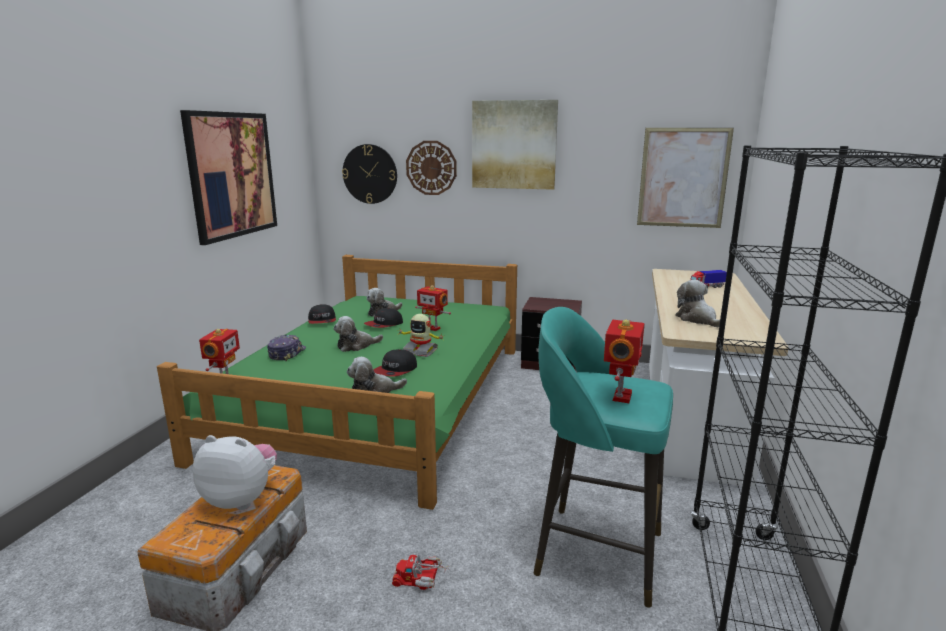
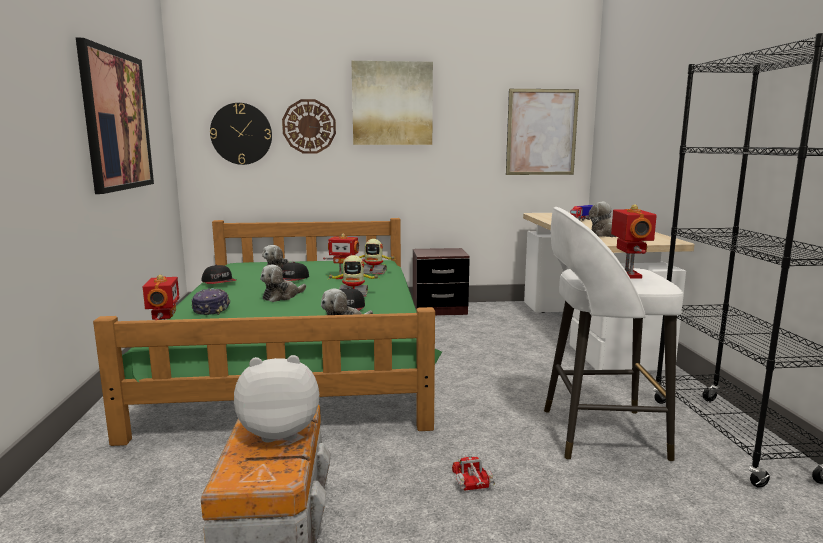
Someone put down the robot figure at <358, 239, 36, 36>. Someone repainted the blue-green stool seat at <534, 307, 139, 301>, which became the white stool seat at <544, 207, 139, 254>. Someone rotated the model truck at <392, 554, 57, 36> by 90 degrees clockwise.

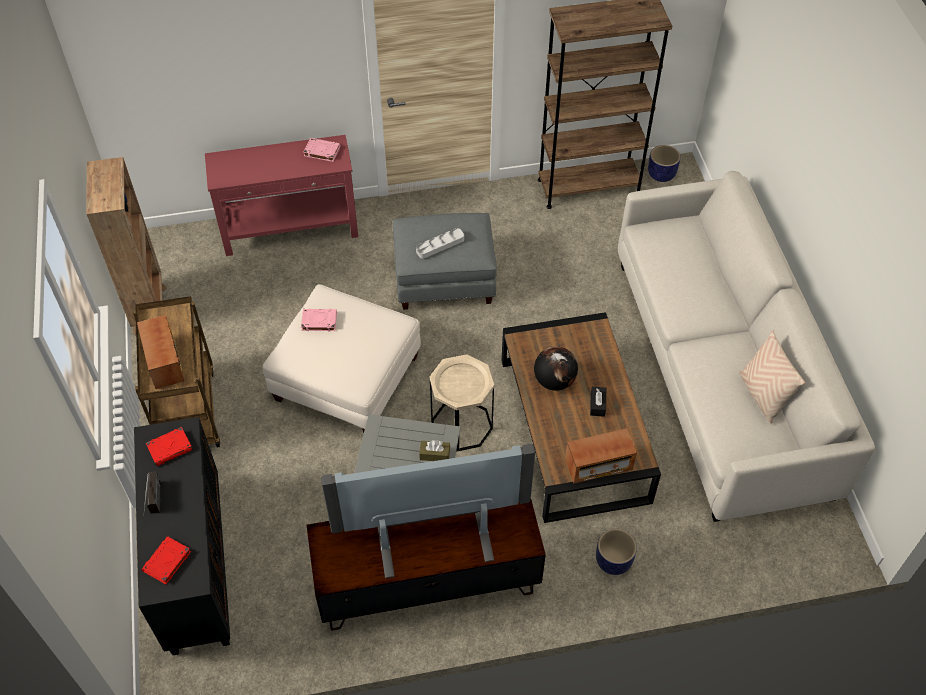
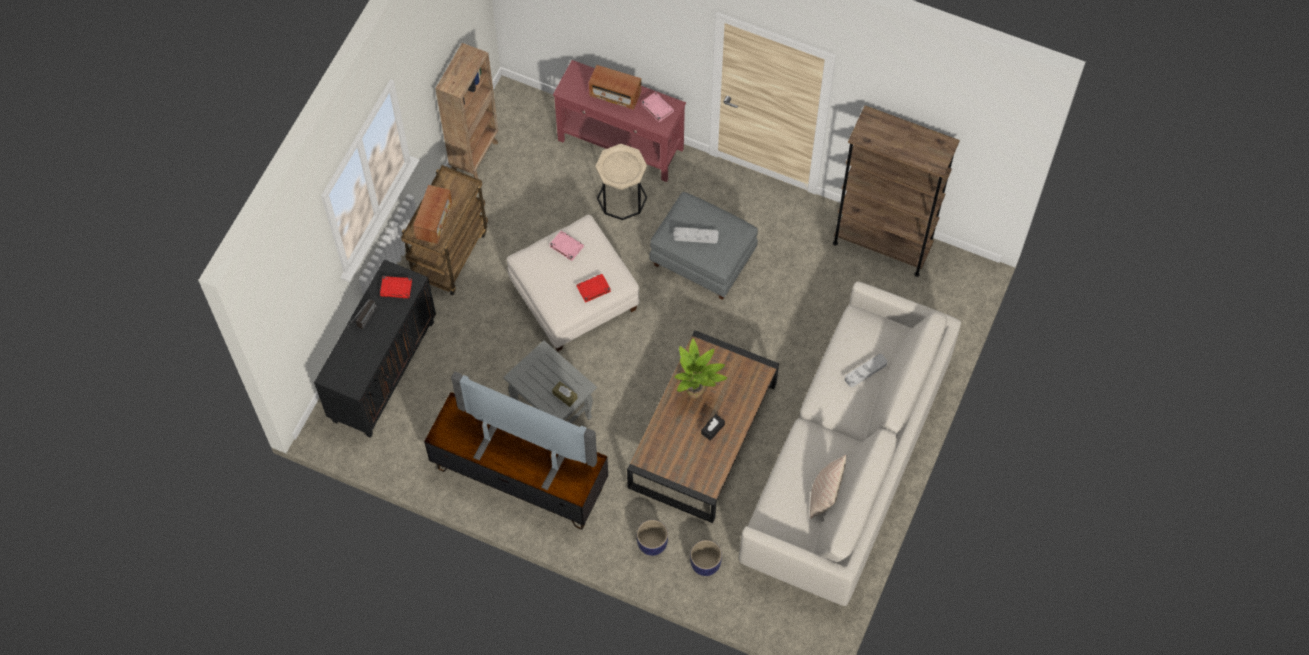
Someone put down the greyish carrying tray at <845, 354, 42, 33>. Someone carried the reddish book from <141, 536, 50, 48> to <577, 274, 34, 29>. Someone carried the beige-coloured accent table from <430, 354, 64, 97> to <595, 144, 52, 76>. Someone carried the radio set from <565, 428, 72, 56> to <589, 65, 52, 45>. Someone carried the plant pot from <648, 145, 32, 37> to <690, 540, 32, 36>. Someone swapped the desk globe at <534, 346, 44, 45> for the houseplant at <674, 339, 53, 59>.

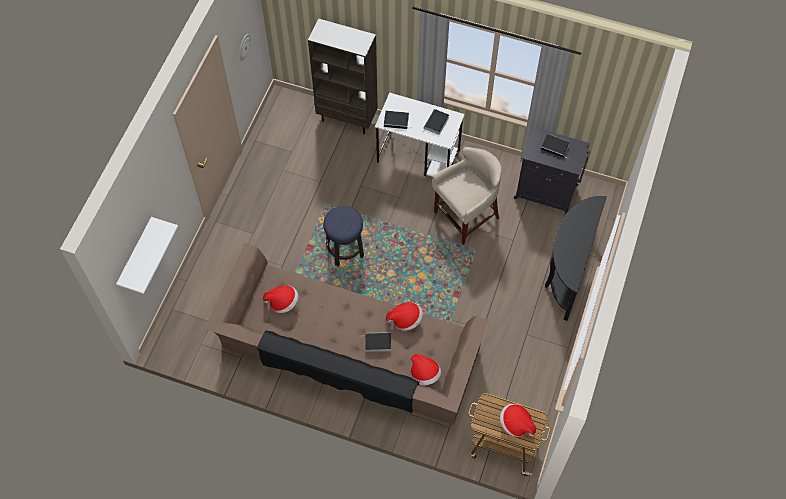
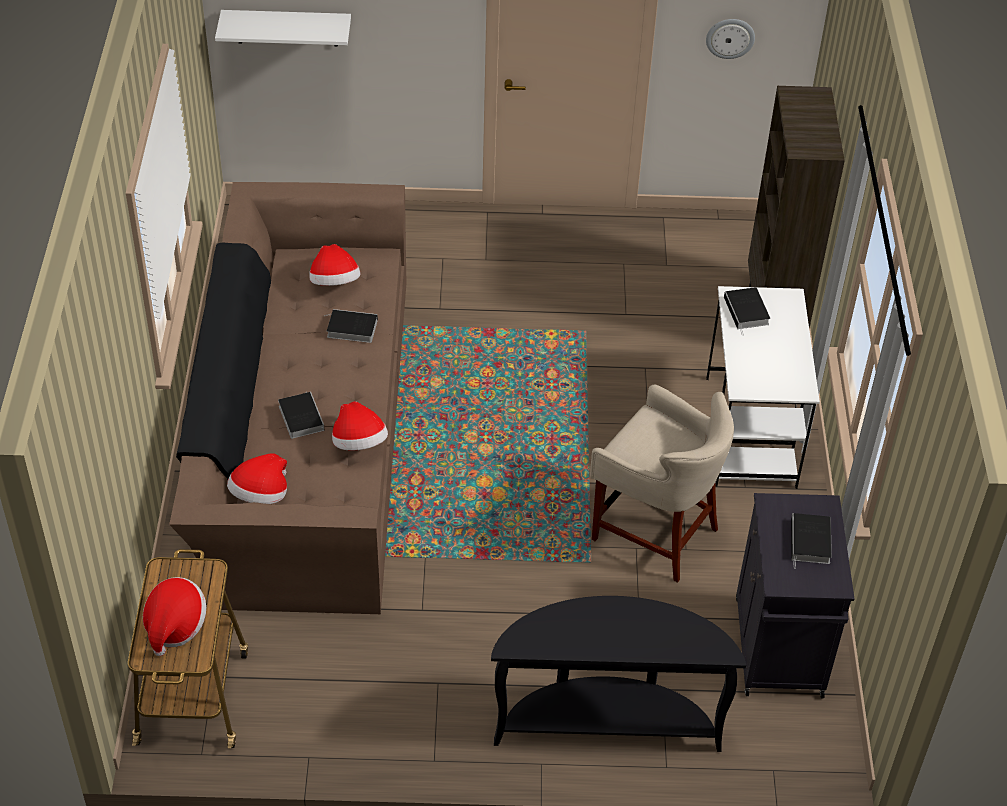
Someone took away the stool seat at <323, 206, 41, 60>. Someone carried the book from <423, 109, 26, 26> to <324, 309, 54, 34>.

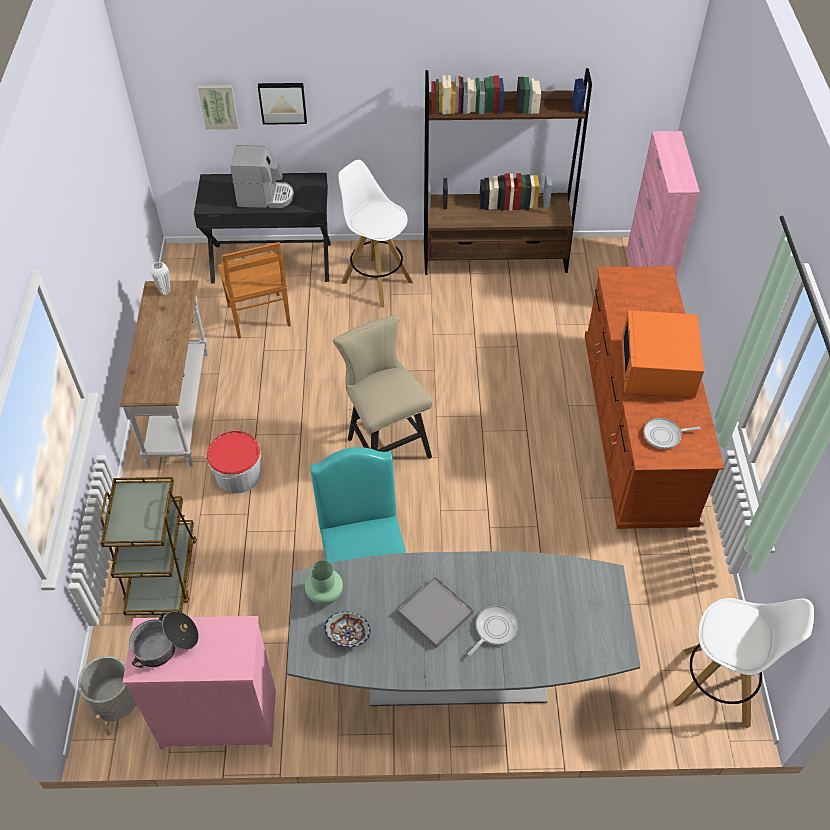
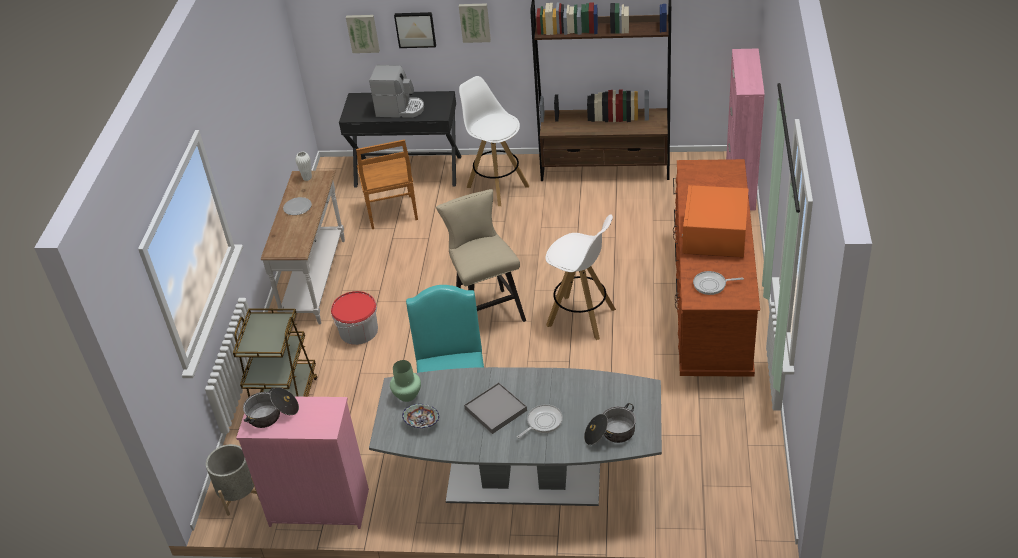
Someone put down the plate at <283, 197, 29, 18>. Someone put up the wall picture at <459, 3, 32, 40>. Someone put down the saucepot at <584, 403, 52, 42>. Someone carried the white stool seat from <673, 598, 141, 131> to <545, 215, 71, 125>.

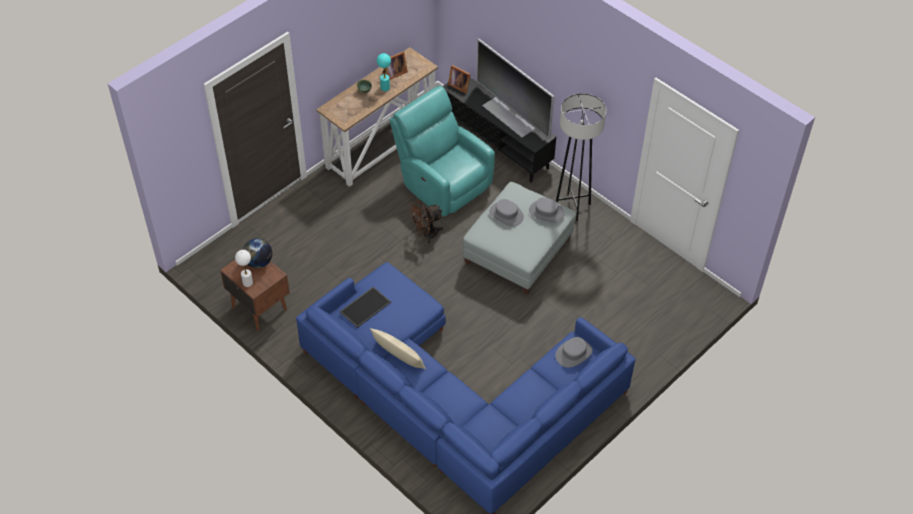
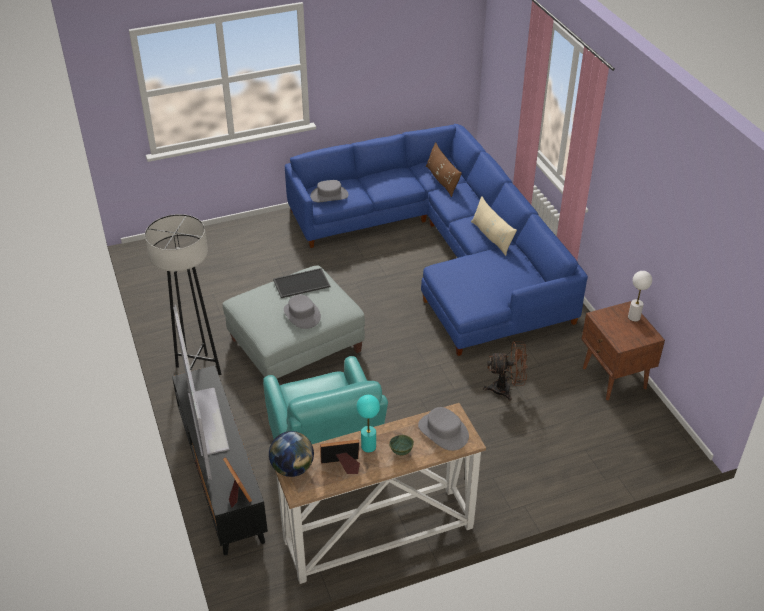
Someone put down the brownish pillow at <426, 142, 36, 55>. Someone carried the desk globe from <243, 238, 29, 30> to <269, 431, 45, 46>. Someone carried the carrying tray from <339, 287, 52, 41> to <273, 268, 58, 30>. Someone carried the brownish fan from <409, 200, 34, 44> to <483, 341, 45, 60>. Someone carried the greyish wearable hat from <529, 197, 36, 26> to <418, 407, 51, 44>.

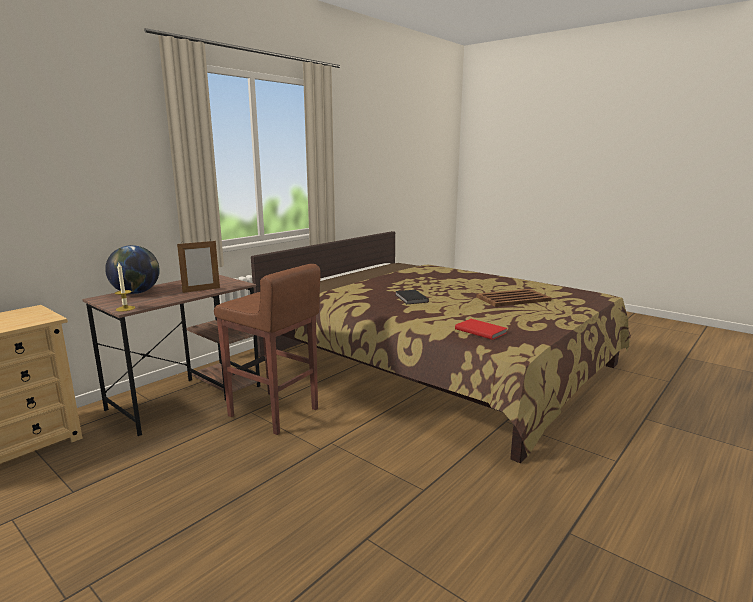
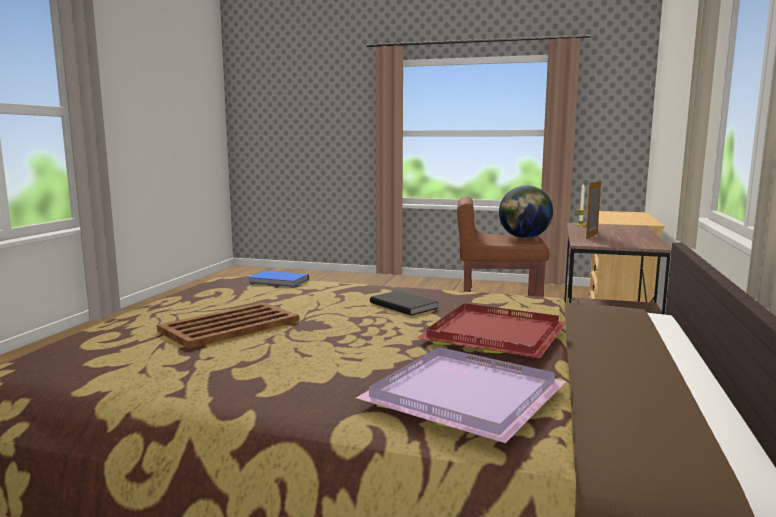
Someone put down the purple carrying tray at <356, 347, 210, 96>. Someone put down the reddish carrying tray at <417, 303, 150, 55>. Someone carried the desk globe from <105, 245, 55, 49> to <499, 185, 54, 53>. Someone repainted the reddish book at <455, 319, 52, 21>, which became the blue-coloured book at <249, 271, 60, 16>.

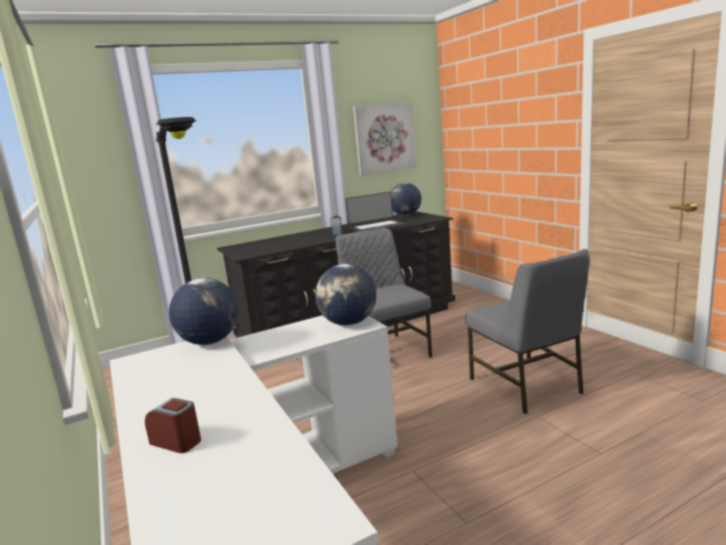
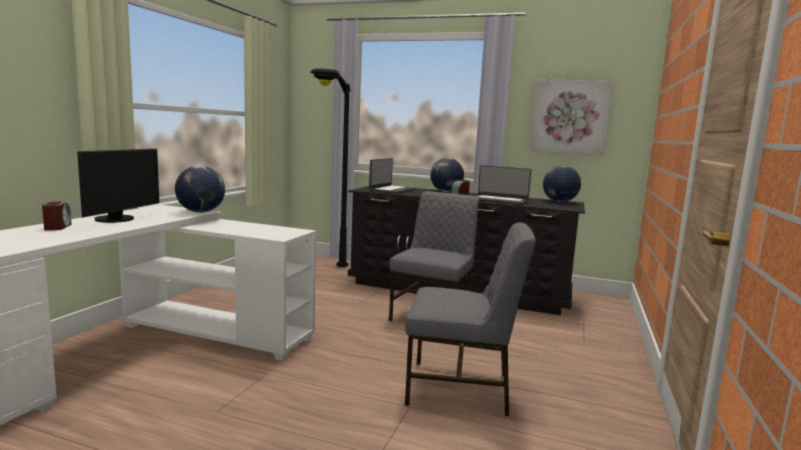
Someone put down the computer display at <77, 149, 82, 74>. Someone put down the notebook computer at <369, 158, 47, 36>. Someone carried the desk globe from <315, 264, 61, 62> to <430, 158, 34, 34>. Someone rotated the greyish chair at <465, 249, 125, 165> by 105 degrees counterclockwise.

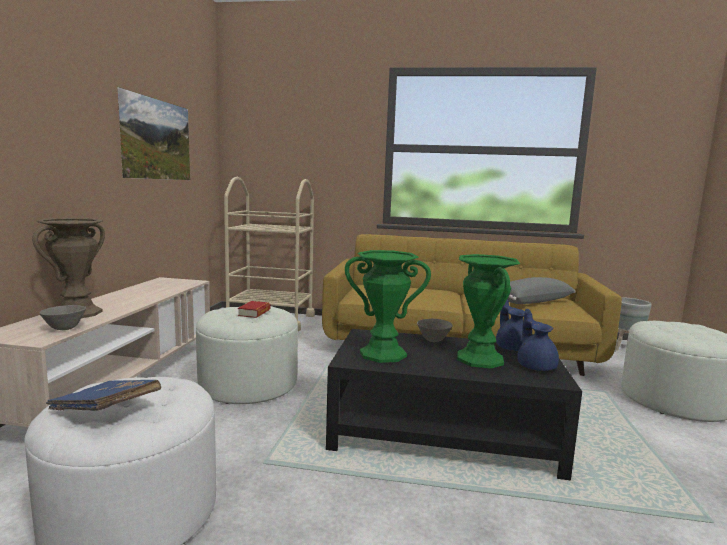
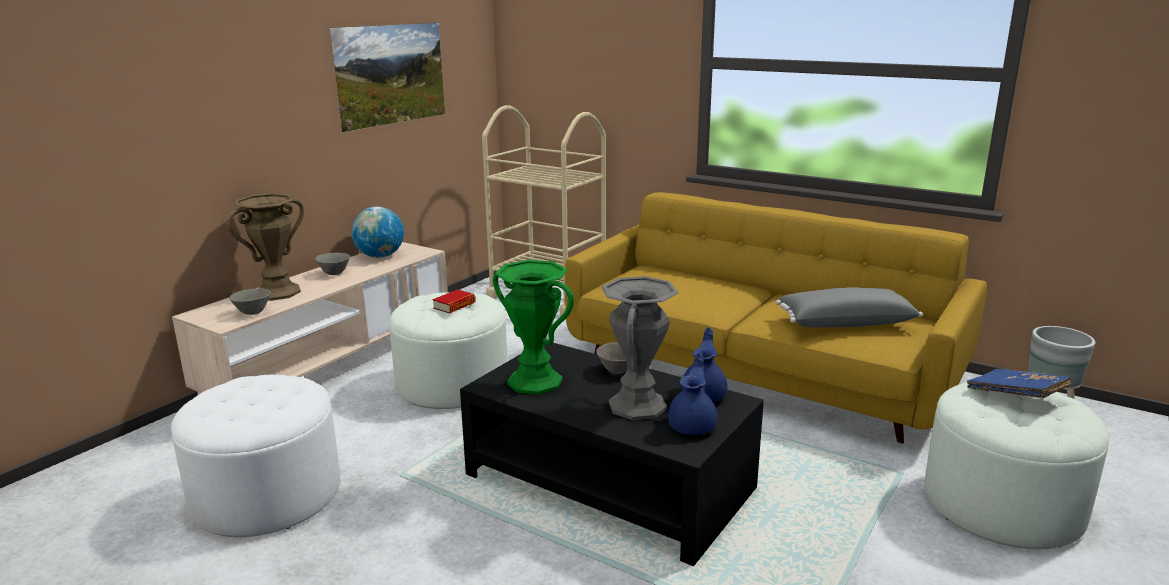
Someone put down the greyish bowl at <315, 253, 35, 22>. Someone put down the desk globe at <351, 207, 53, 51>. Someone carried the blue-coloured book from <46, 380, 115, 31> to <967, 369, 104, 29>. Someone repainted the green vase at <457, 254, 63, 115>, which became the greyish vase at <602, 276, 76, 144>.

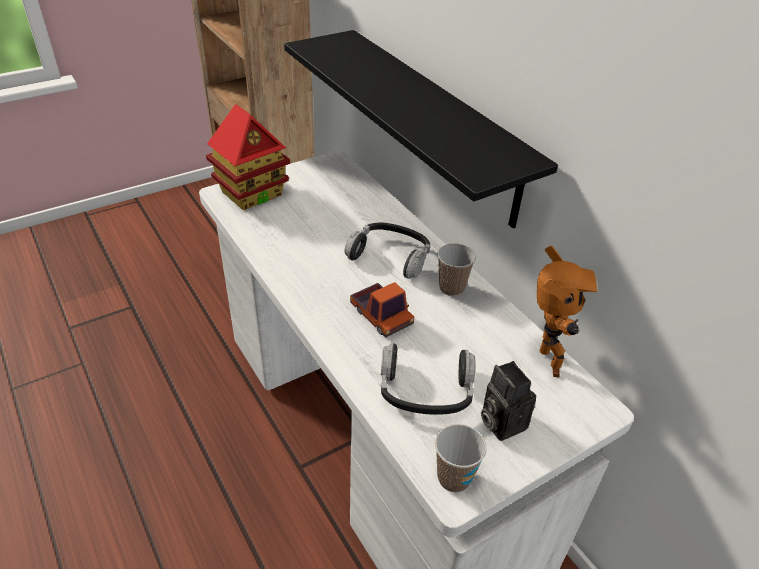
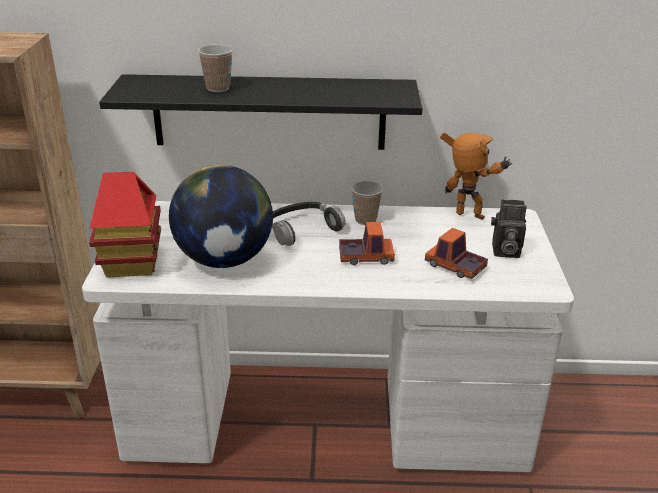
Someone put down the desk globe at <169, 165, 104, 103>. Someone carried the cup from <435, 424, 52, 68> to <198, 44, 35, 48>. Someone swapped the headphones at <381, 343, 94, 72> for the model truck at <425, 228, 63, 51>.

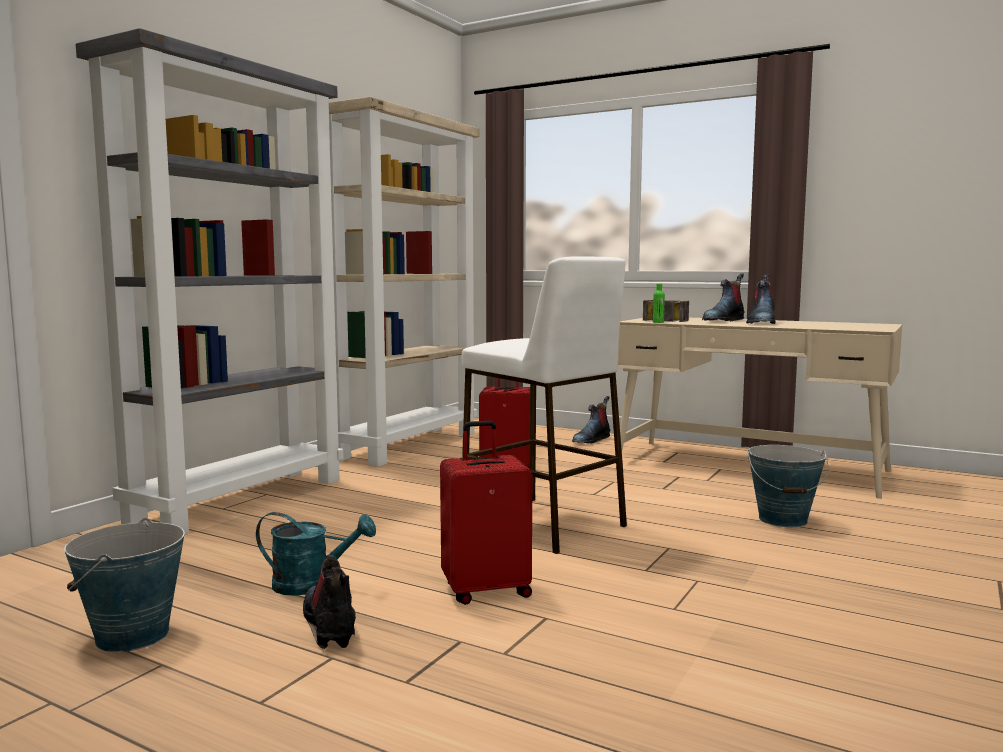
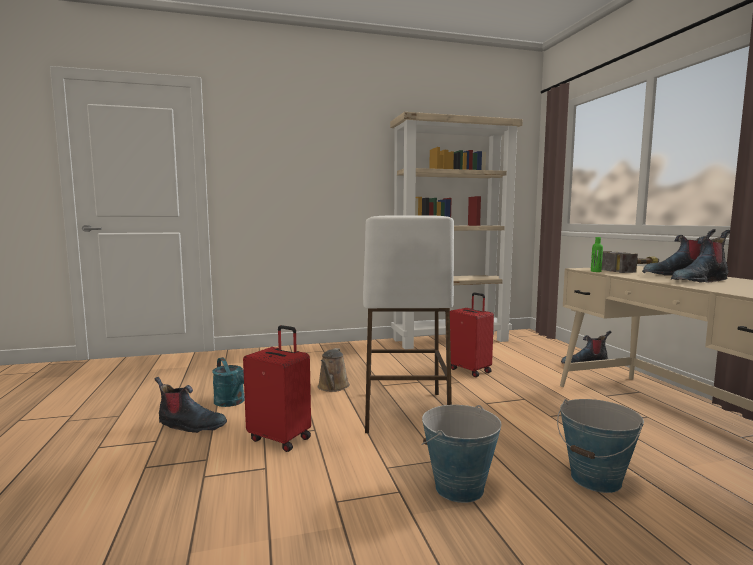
Someone took away the greyish bookcase at <76, 28, 267, 505>. Someone put down the brownish watering pot at <318, 348, 32, 44>. Someone carried the bucket from <64, 518, 121, 134> to <421, 405, 81, 98>. Someone rotated the high-top boot at <303, 555, 53, 94> by 75 degrees clockwise.

